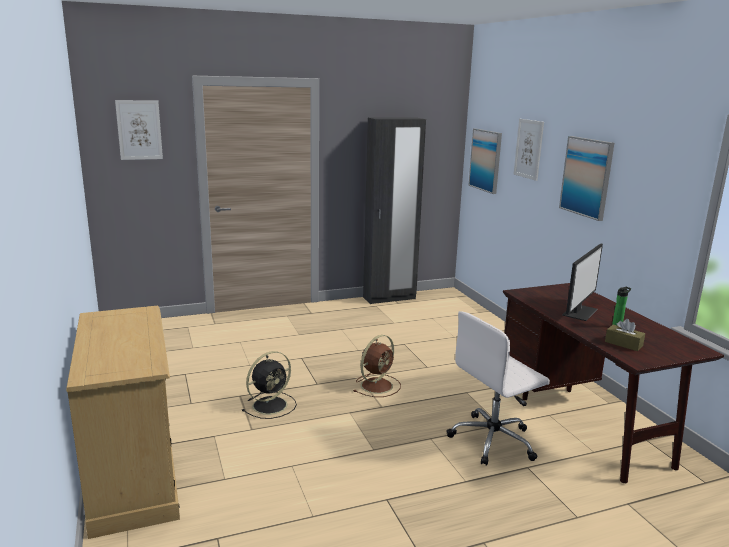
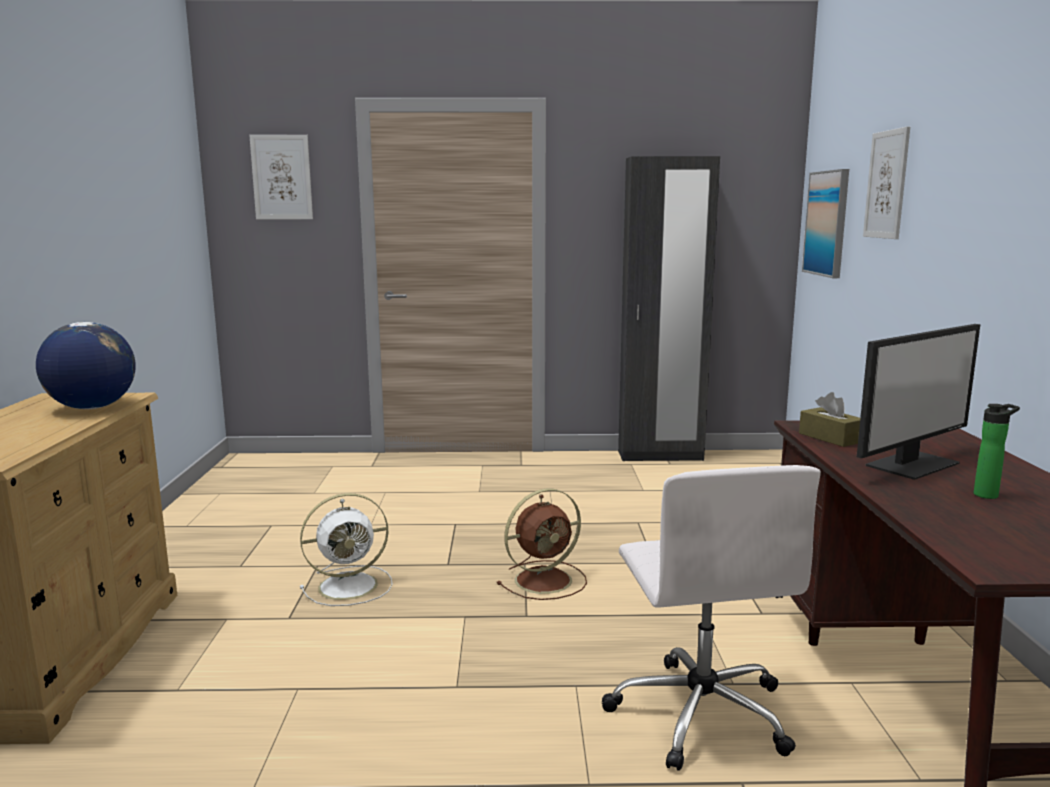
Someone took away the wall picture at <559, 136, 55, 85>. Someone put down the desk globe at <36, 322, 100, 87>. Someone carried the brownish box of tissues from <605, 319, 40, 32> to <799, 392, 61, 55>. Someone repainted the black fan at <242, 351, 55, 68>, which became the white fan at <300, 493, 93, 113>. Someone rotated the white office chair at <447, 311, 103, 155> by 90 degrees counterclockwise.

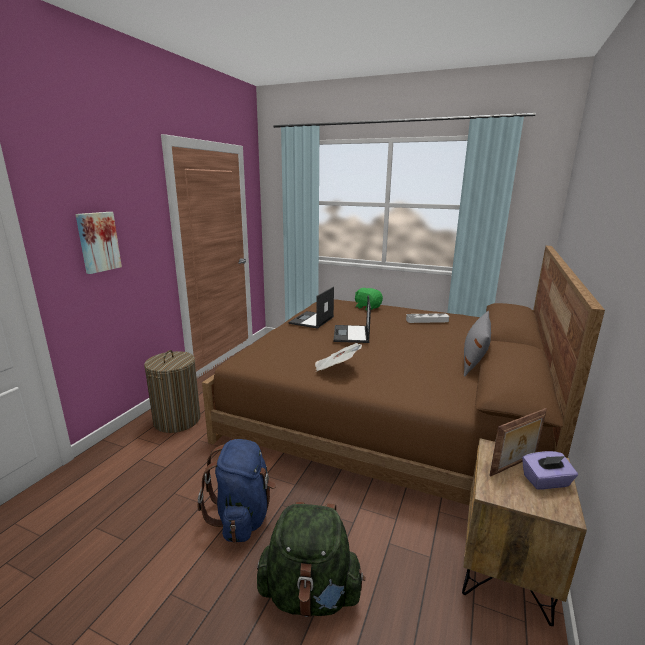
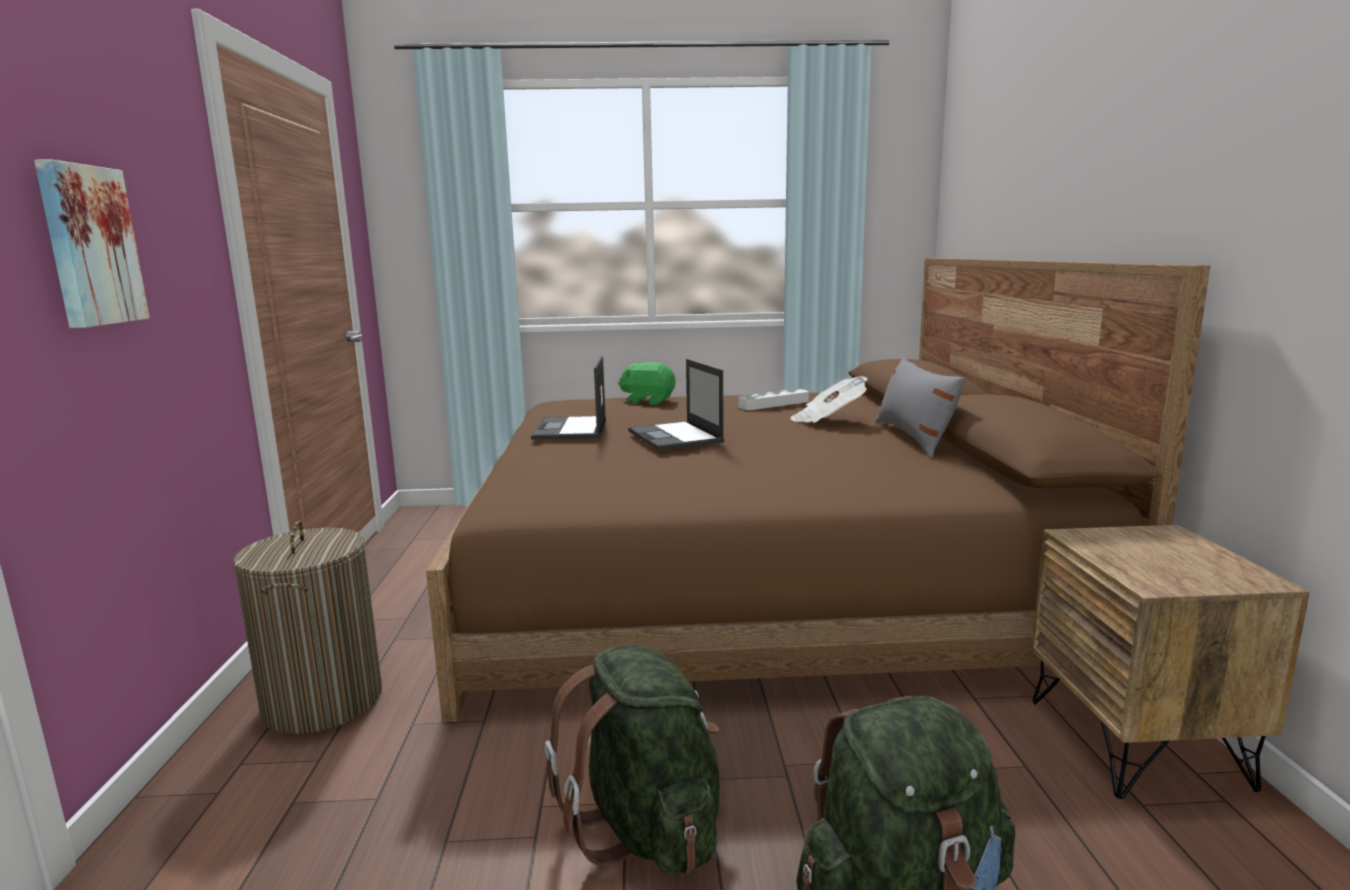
Someone took away the picture frame at <489, 408, 58, 69>. Someone took away the purple box of tissues at <522, 451, 56, 39>. Someone carried the printed paper from <315, 343, 47, 29> to <790, 376, 78, 47>. Someone repainted the blue-coloured backpack at <197, 439, 79, 104>, which became the green backpack at <544, 645, 176, 230>.

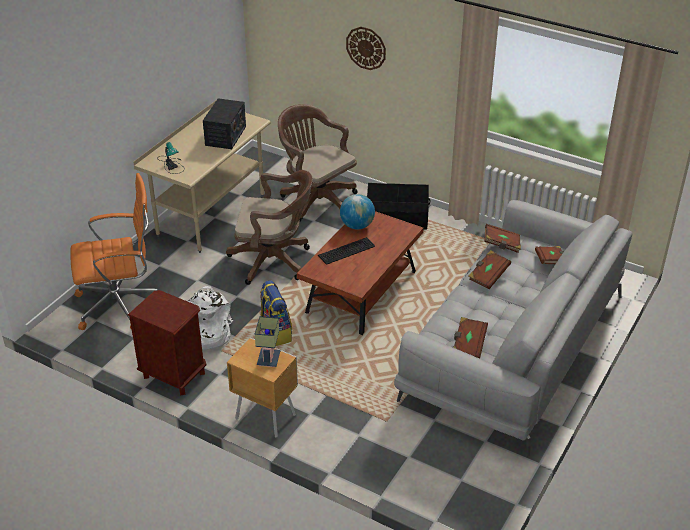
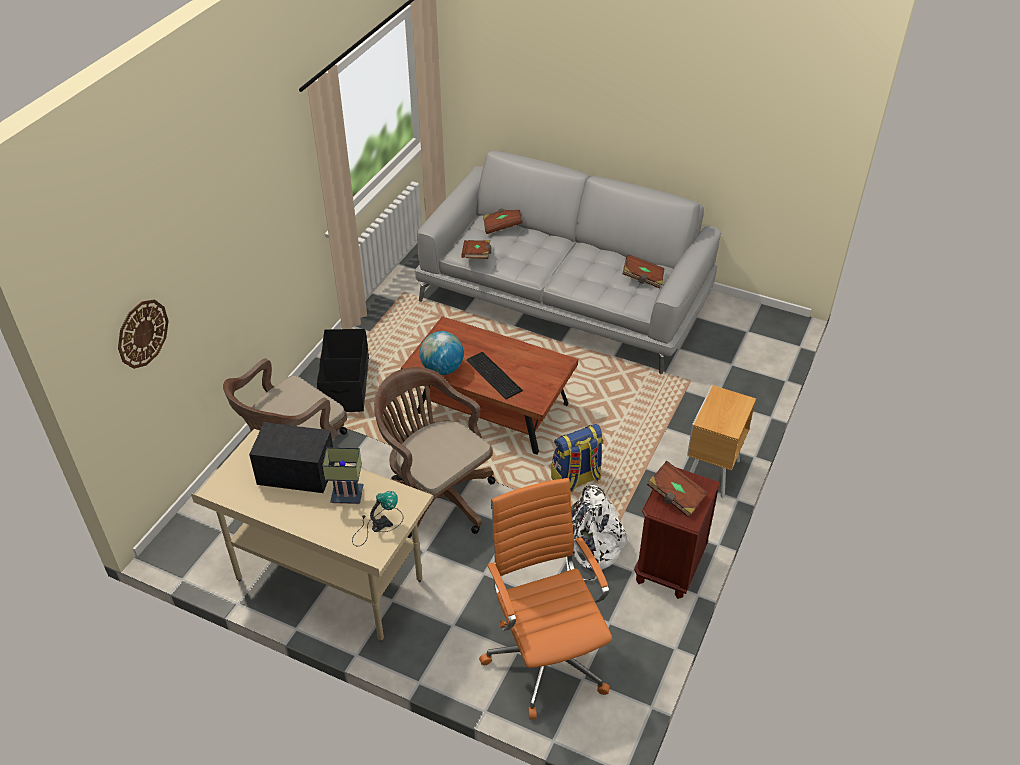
Someone carried the tabletop lamp from <255, 316, 26, 51> to <322, 447, 42, 57>. Someone carried the clock on the wall from <346, 27, 40, 43> to <118, 300, 51, 69>. Someone carried the brownish book from <468, 250, 43, 39> to <647, 461, 61, 56>. Someone rotated the brownish office chair at <226, 170, 87, 115> by 45 degrees counterclockwise.

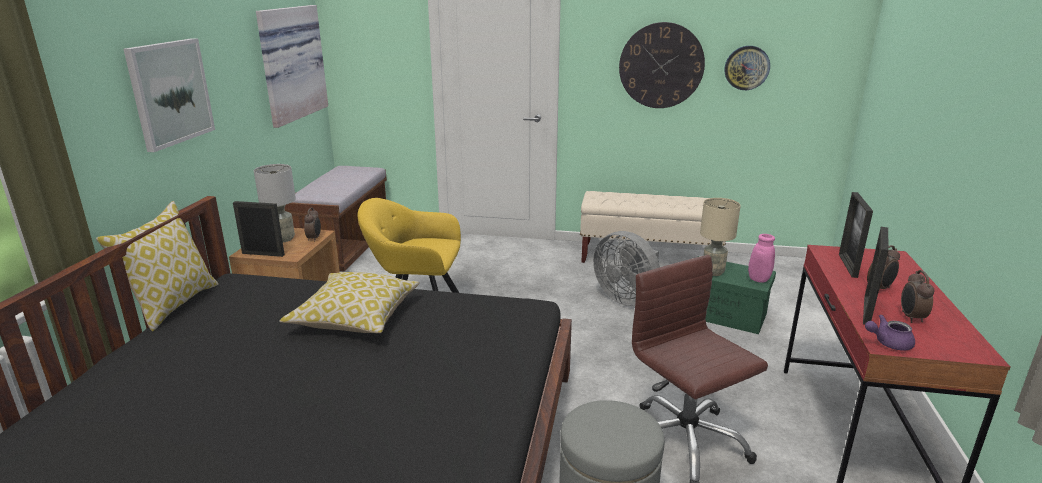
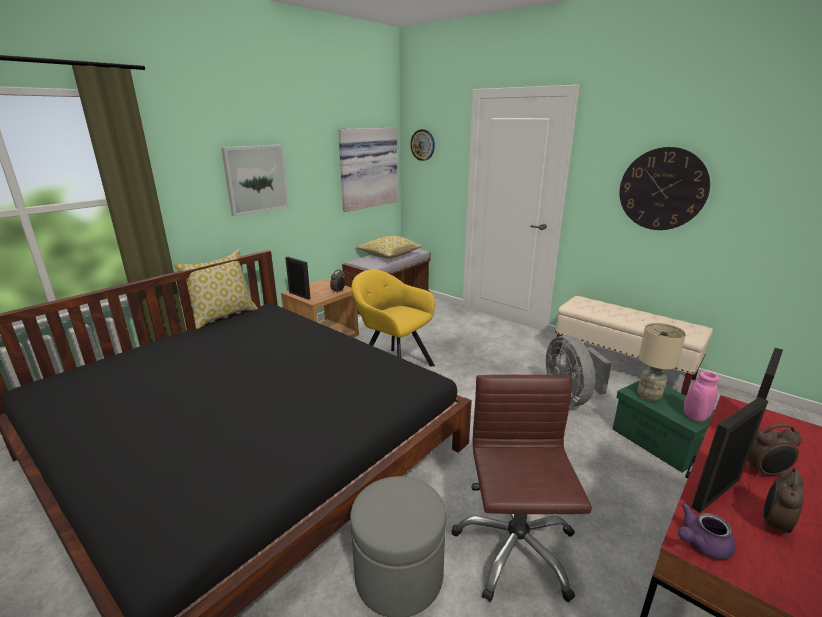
Someone took away the greyish tabletop lamp at <254, 164, 42, 78>. Someone carried the pillow from <279, 272, 141, 61> to <355, 236, 67, 23>. Someone carried the clock on the wall from <725, 46, 45, 44> to <410, 129, 25, 32>. Someone rotated the purple tea pot at <865, 315, 50, 35> by 45 degrees counterclockwise.

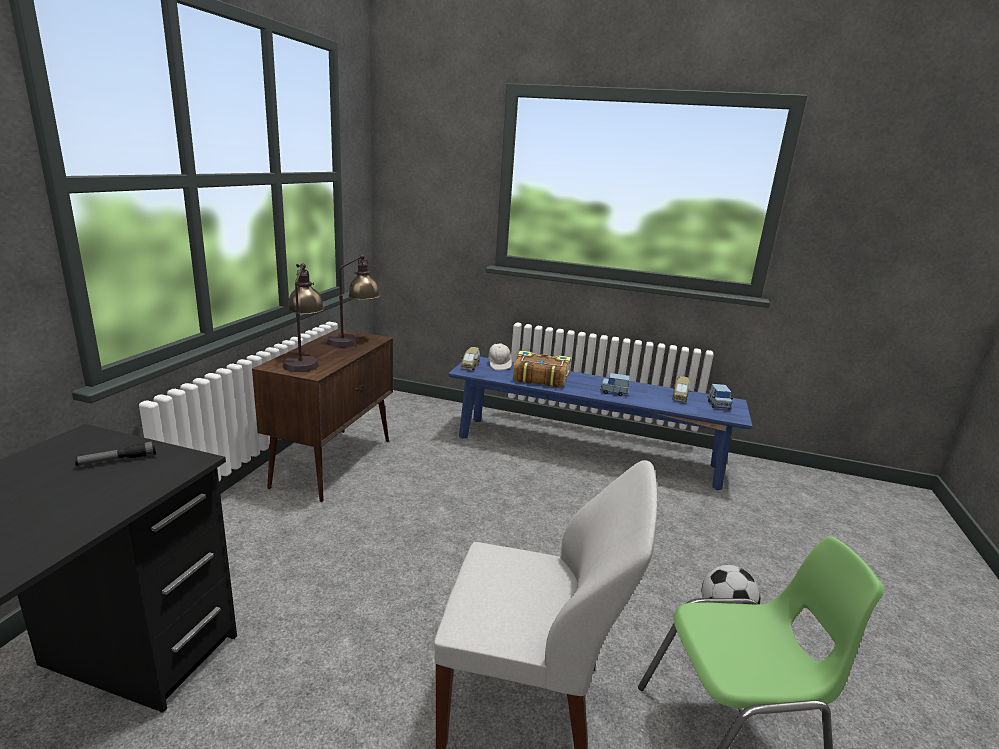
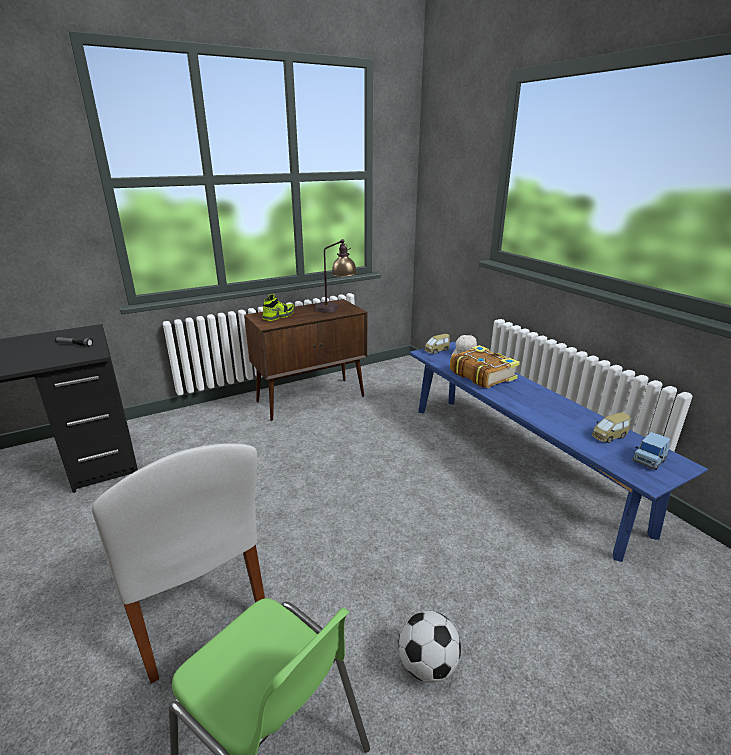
Someone took away the blue-coloured model car at <600, 373, 29, 23>. Someone swapped the tabletop lamp at <283, 263, 41, 109> for the low shoe at <262, 294, 32, 27>.

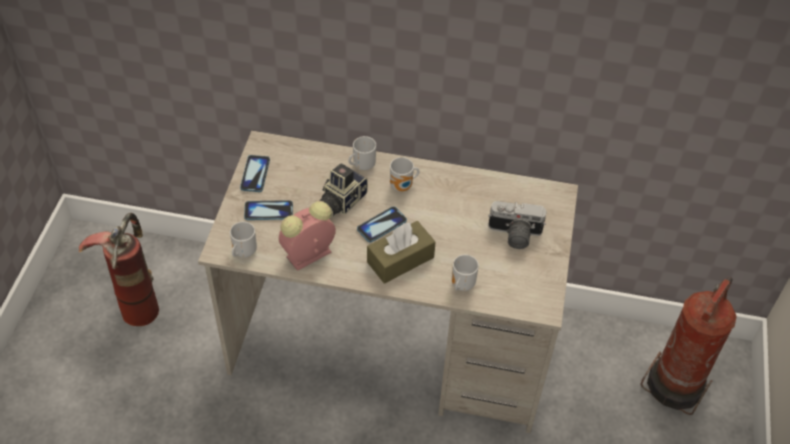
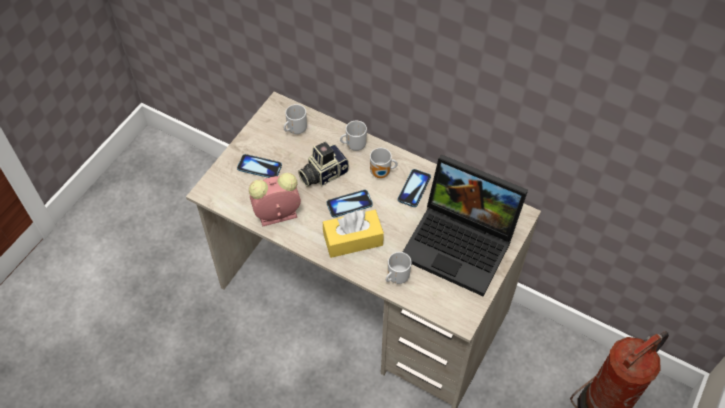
Someone took away the extinguisher at <79, 213, 80, 113>. Someone carried the tea mug from <230, 222, 27, 35> to <284, 104, 23, 30>. Someone carried the phone from <240, 155, 30, 37> to <397, 169, 34, 38>. Someone swapped the photo camera at <488, 201, 59, 48> for the notebook computer at <403, 154, 125, 143>. Someone repainted the brownish box of tissues at <367, 221, 69, 63>, which became the yellow-coloured box of tissues at <323, 210, 61, 48>.

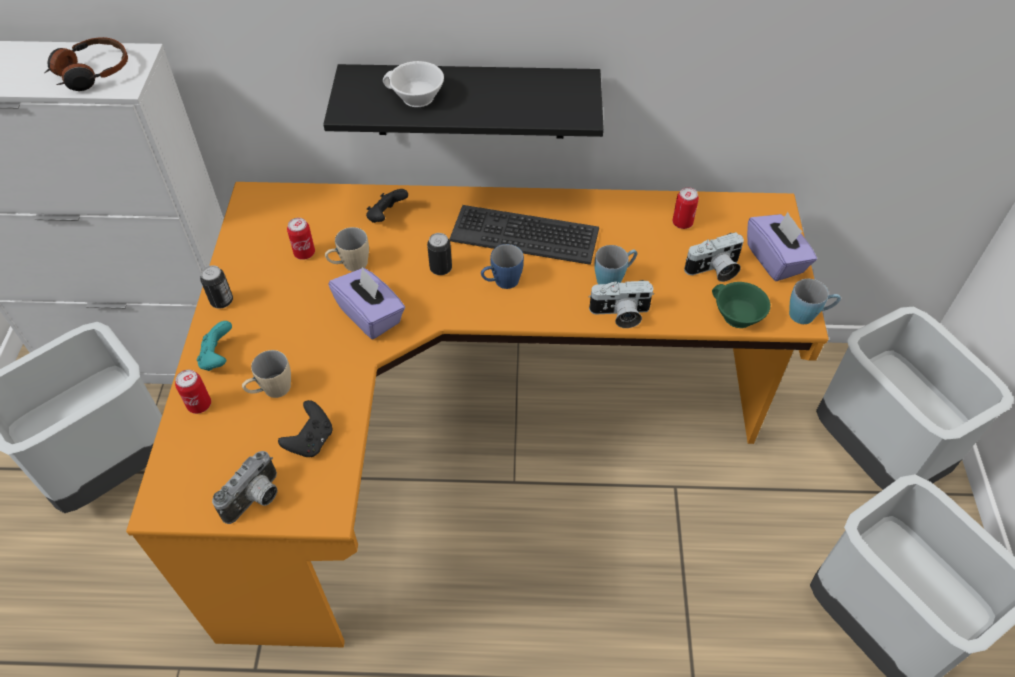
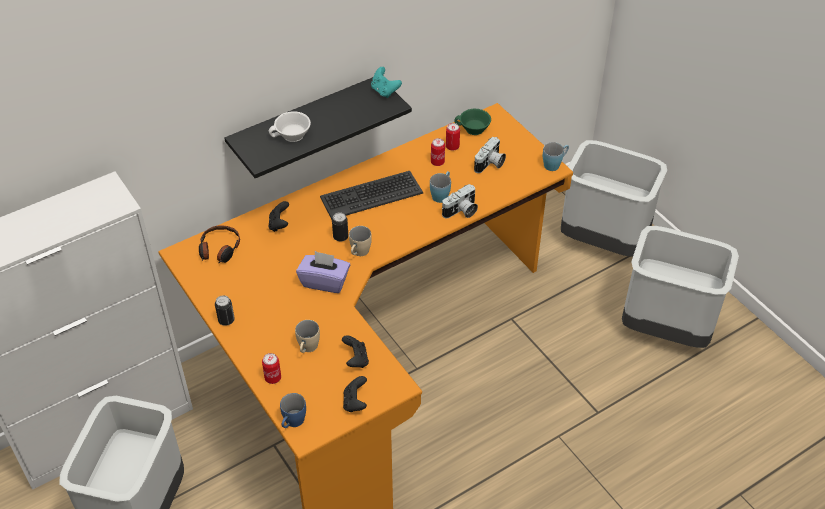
Someone took away the purple box of tissues at <747, 212, 70, 69>. Someone carried the headphones from <44, 37, 84, 54> to <199, 225, 41, 39>. Someone carried the blue-green gamepad from <197, 321, 35, 50> to <371, 67, 31, 31>. Someone carried the sealed can from <287, 218, 28, 42> to <431, 138, 14, 28>. Someone carried the beige-coloured tea mug from <325, 227, 44, 44> to <349, 226, 23, 30>. Someone carried the blue-coloured tea mug from <481, 244, 43, 45> to <280, 393, 26, 35>. Someone carried the green cup from <712, 282, 58, 46> to <454, 109, 37, 26>. Someone swapped the photo camera at <212, 451, 65, 73> for the black gamepad at <343, 376, 24, 36>.

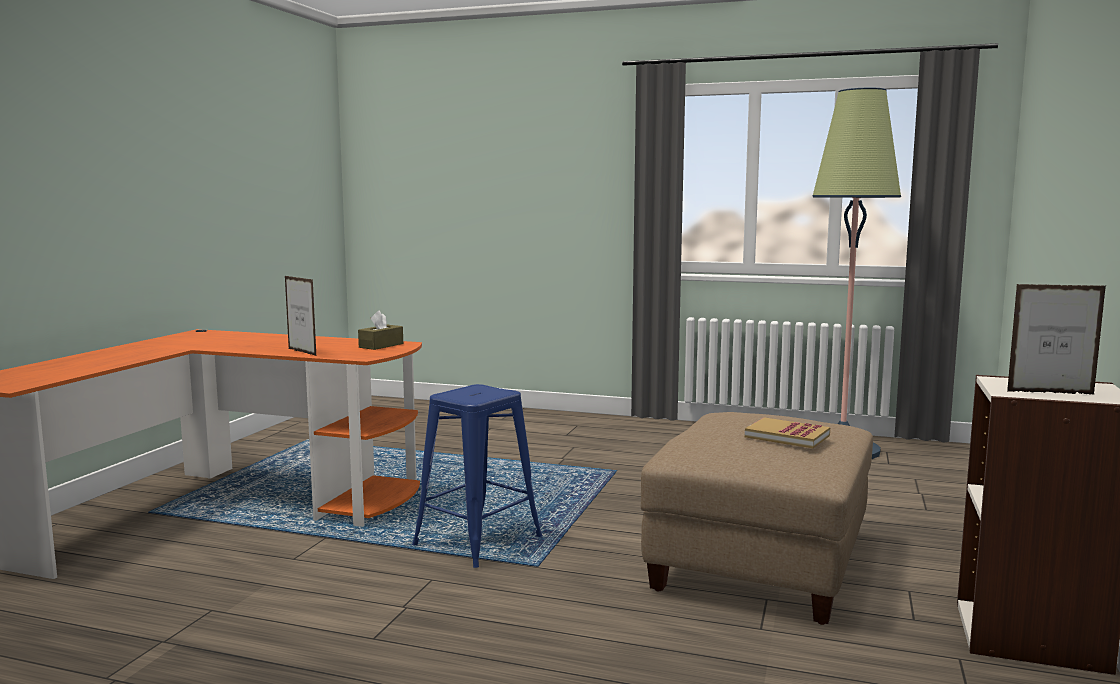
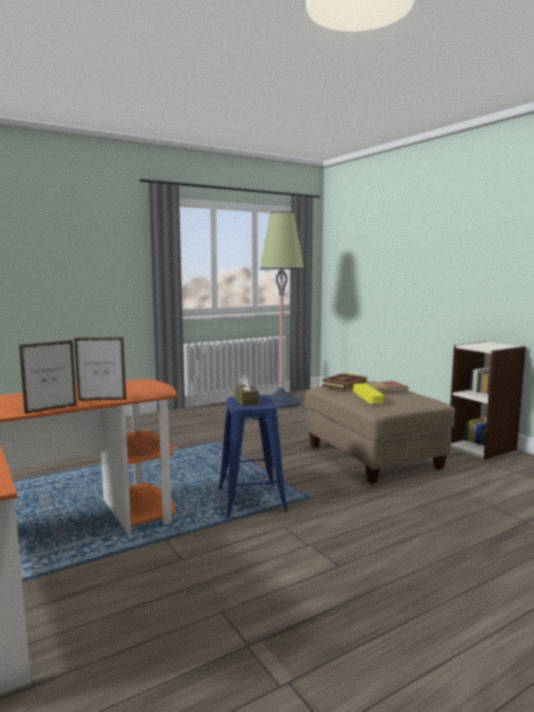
Someone put down the book at <322, 373, 45, 18>. Someone put down the yellow-coloured carrying tray at <353, 383, 31, 21>. Someone carried the brownish box of tissues from <358, 310, 45, 40> to <235, 375, 24, 31>. Someone carried the picture frame from <1007, 284, 99, 111> to <19, 340, 58, 74>.

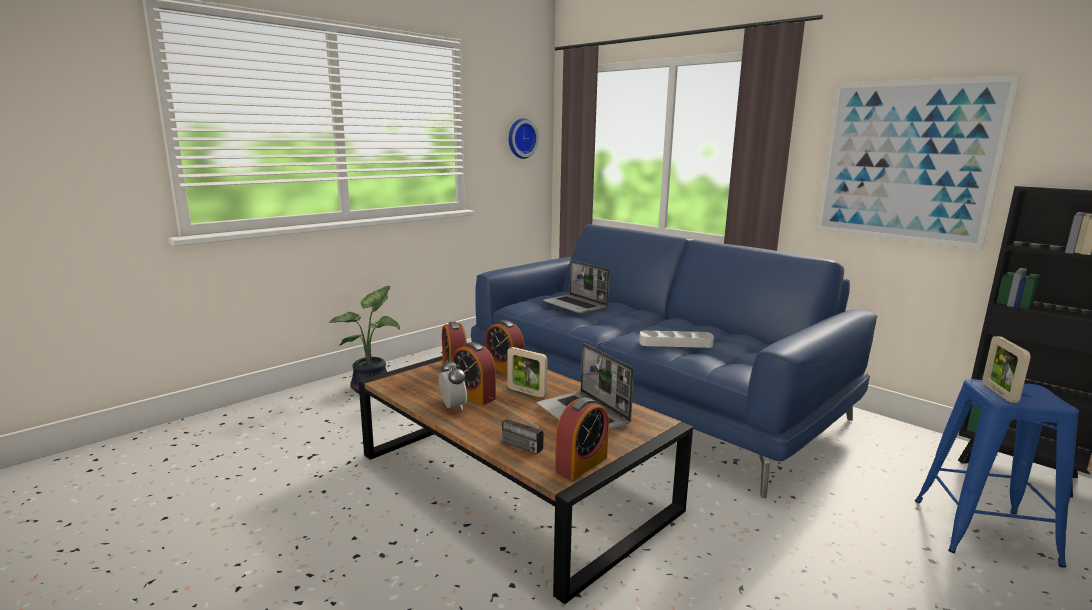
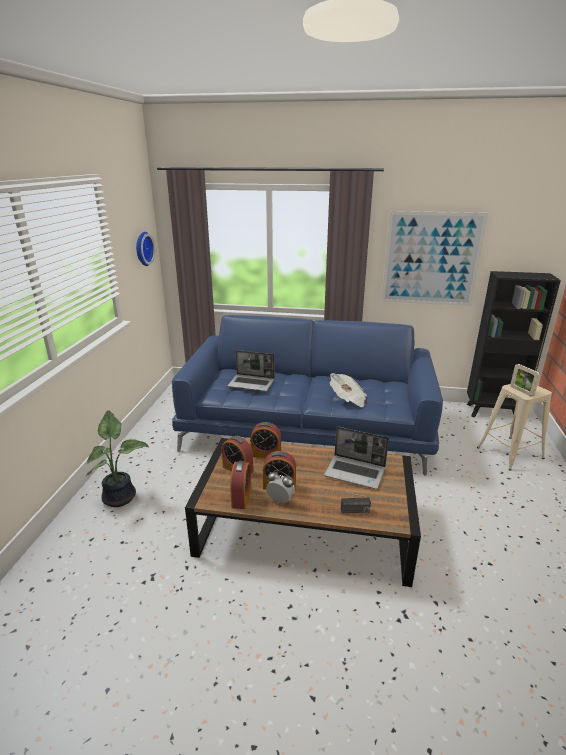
Someone took away the picture frame at <507, 347, 40, 51>. Someone carried the bedside clock from <555, 398, 54, 82> to <230, 461, 22, 48>. Someone swapped the greyish carrying tray at <639, 331, 75, 17> for the printed paper at <330, 373, 37, 34>. Someone repainted the blue-coloured stool seat at <915, 379, 164, 189>, which became the beige-coloured stool seat at <477, 384, 75, 86>.

